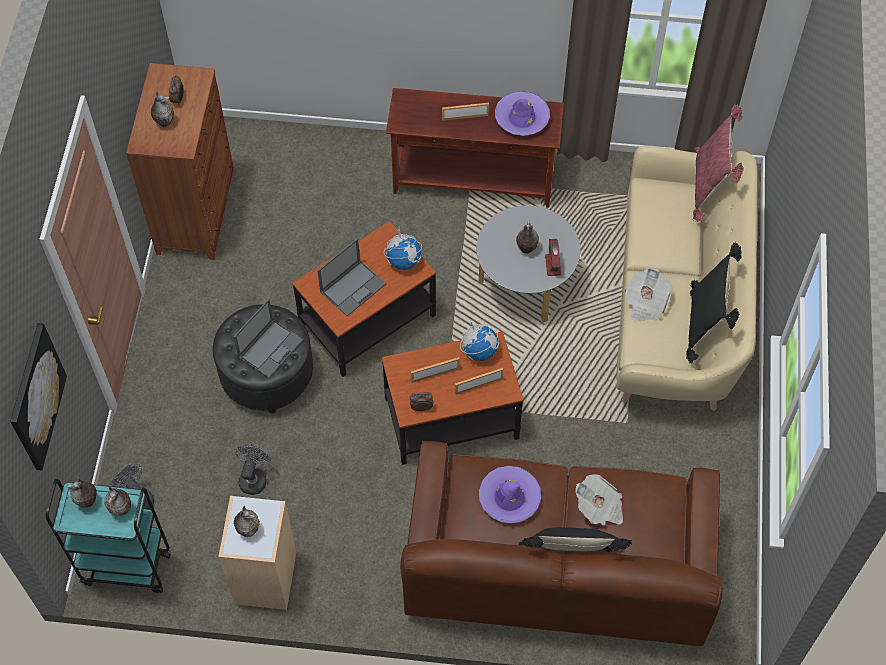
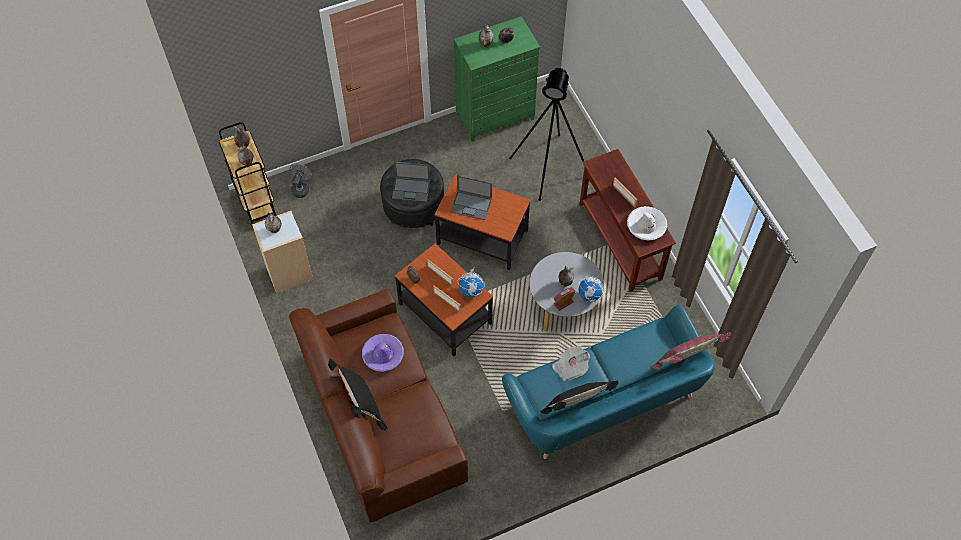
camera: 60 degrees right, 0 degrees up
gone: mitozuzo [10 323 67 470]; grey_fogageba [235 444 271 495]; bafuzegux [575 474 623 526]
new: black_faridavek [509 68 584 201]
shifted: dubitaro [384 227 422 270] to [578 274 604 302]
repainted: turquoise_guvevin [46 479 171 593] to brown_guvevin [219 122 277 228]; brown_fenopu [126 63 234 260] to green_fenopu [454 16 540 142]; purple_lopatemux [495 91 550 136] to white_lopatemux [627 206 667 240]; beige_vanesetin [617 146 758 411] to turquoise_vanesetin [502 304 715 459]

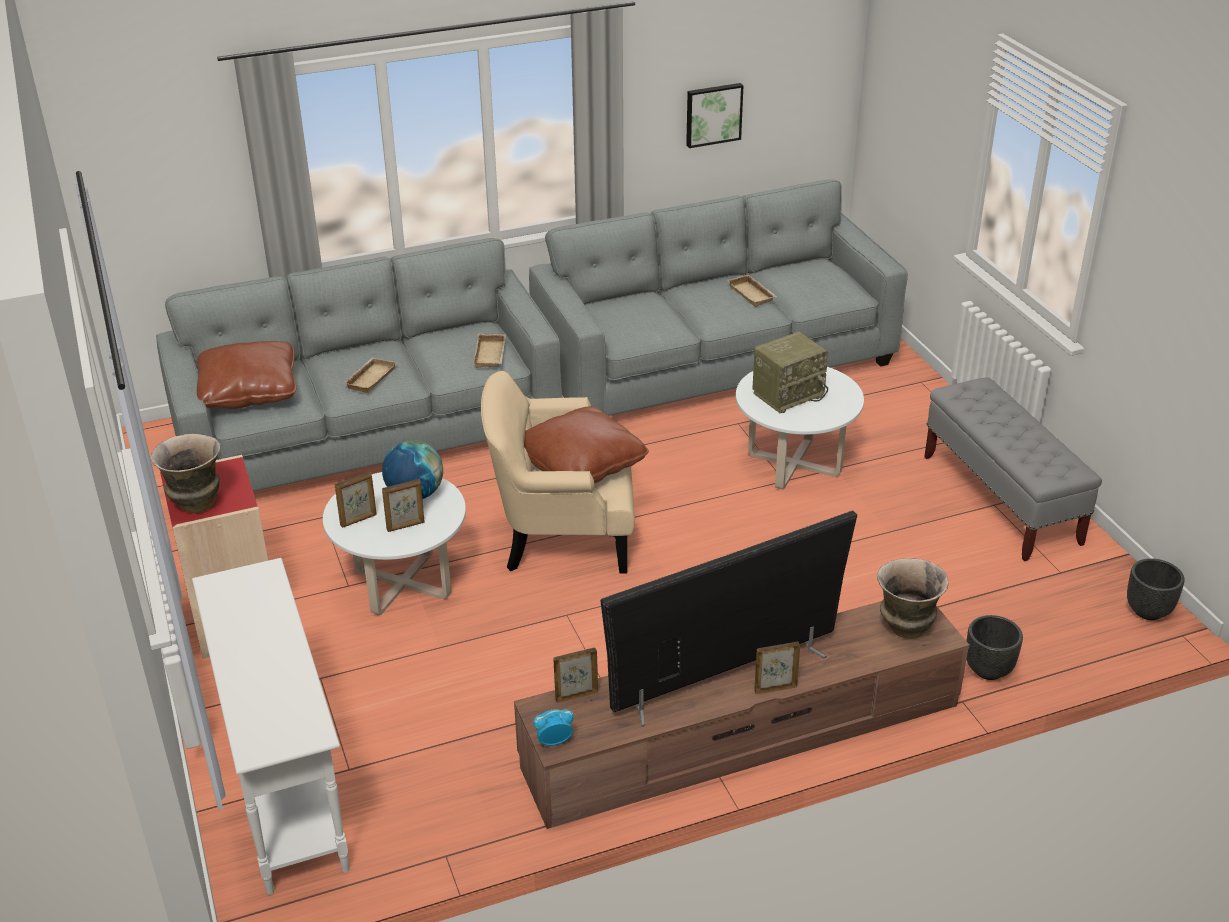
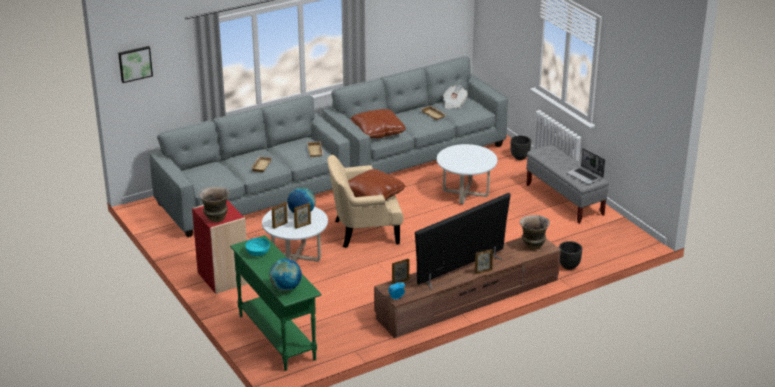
camera: 10 degrees left, 5 degrees down
gone: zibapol [752 332 828 413]
new: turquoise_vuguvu [245 238 270 256]; dubitaro [269 259 302 291]; bafuzegux [443 85 468 109]; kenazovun [567 148 605 184]
shifted: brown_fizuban [197 341 296 409] to [351 109 406 138]; mitozuzo [686 83 744 148] to [118 46 153 83]; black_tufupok [1127 558 1185 620] to [511 136 531 160]
repainted: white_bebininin [192 558 349 895] to green_bebininin [230 235 322 371]

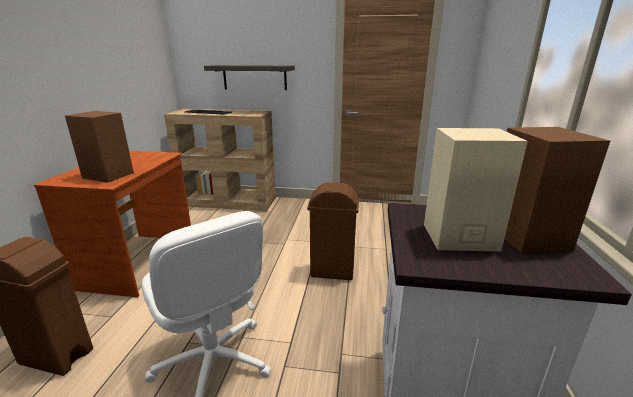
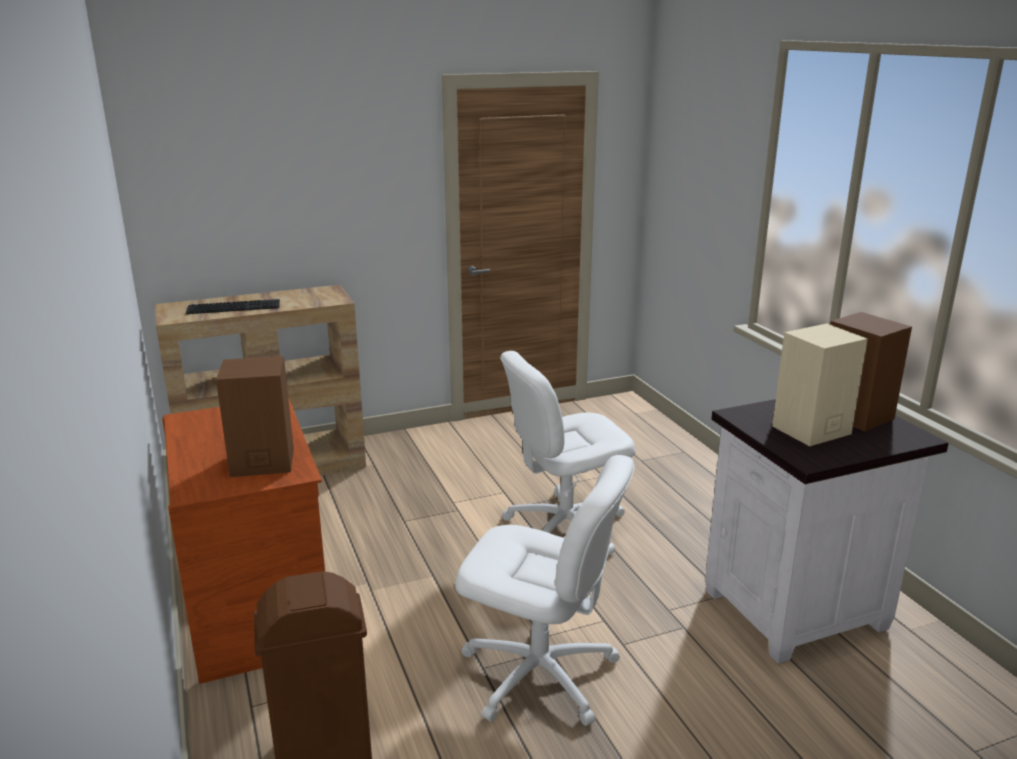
camera: 30 degrees left, 0 degrees up
gone: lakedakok [204 65 295 90]
swapped: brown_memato [307 182 359 280] to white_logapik [500 351 635 555]

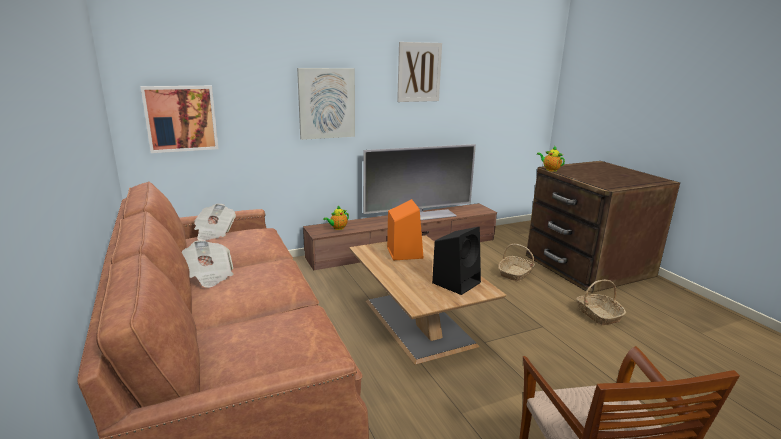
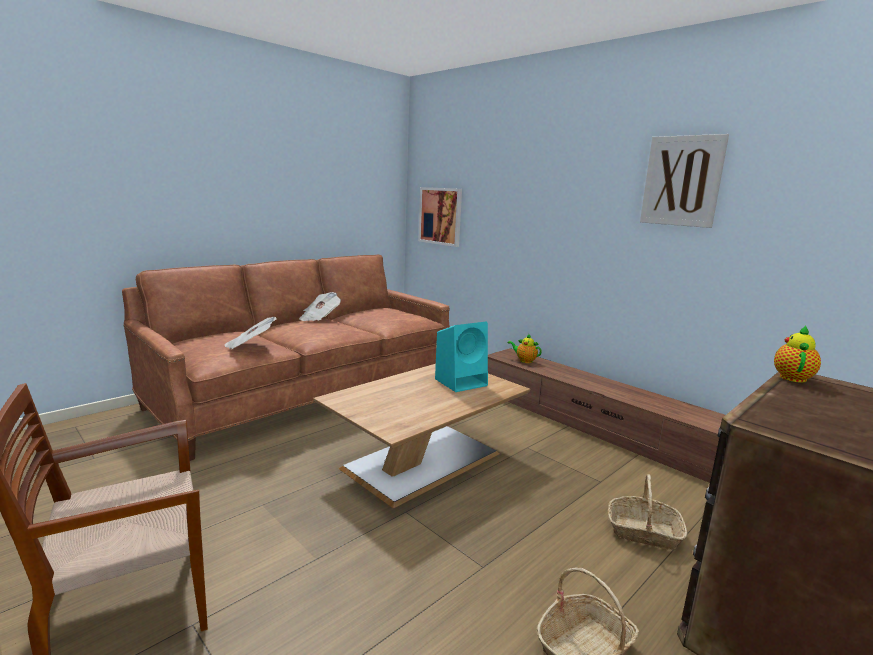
camera: 70 degrees right, 5 degrees down
gone: mitozuzo [297 68 355 140]; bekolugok [363 144 476 220]; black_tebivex [432 227 481 295]
shifted: bafuzegux [194 204 236 241] to [225 317 277 350]
repainted: orange_tebivex [387 199 424 261] to turquoise_tebivex [435 322 488 392]

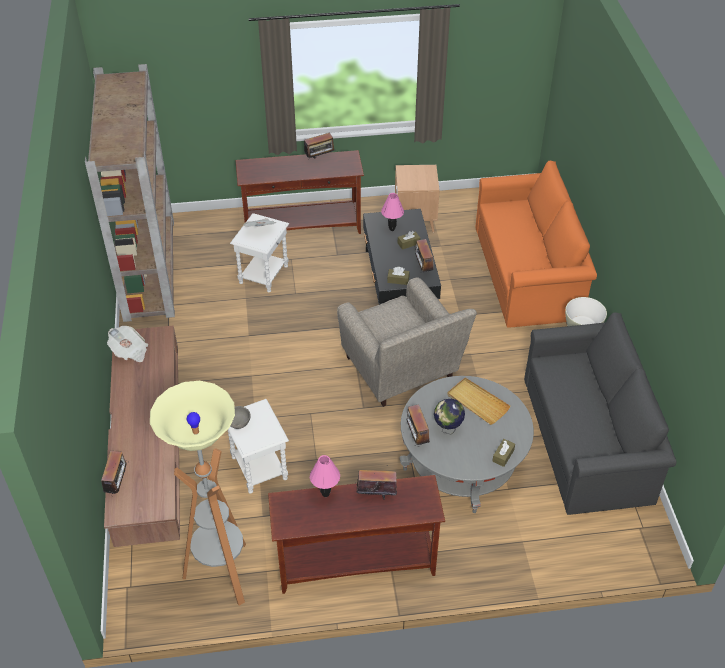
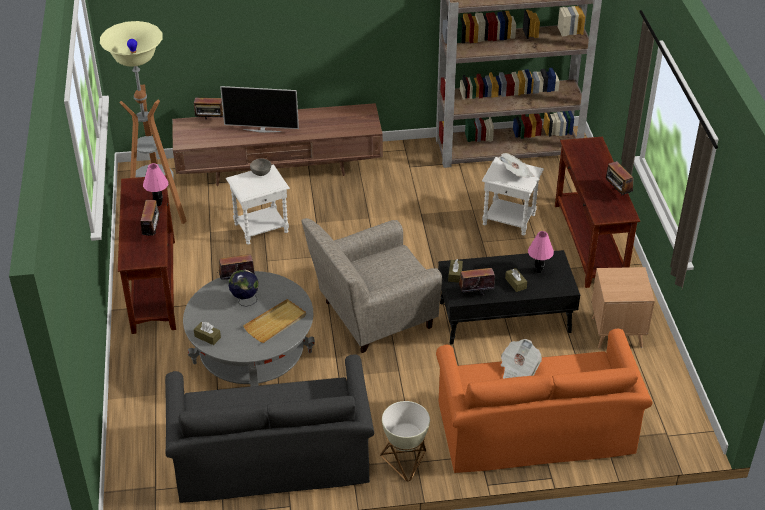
camera: 90 degrees right, 5 degrees down
new: bekolugok [220 86 299 133]
shifted: bafuzegux [107 326 148 362] to [501 339 542 379]

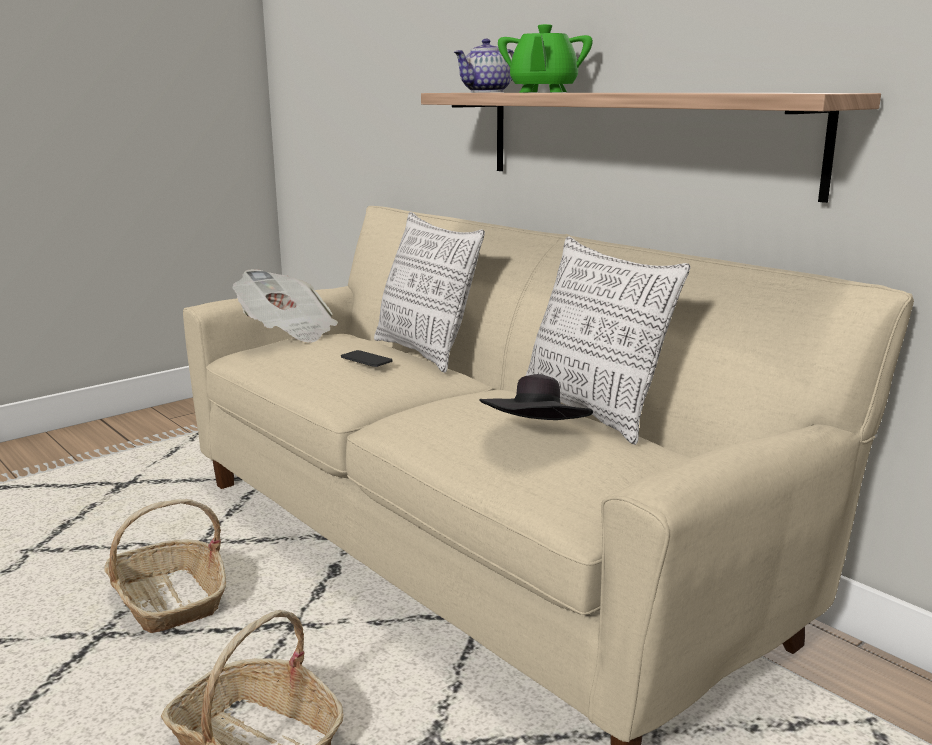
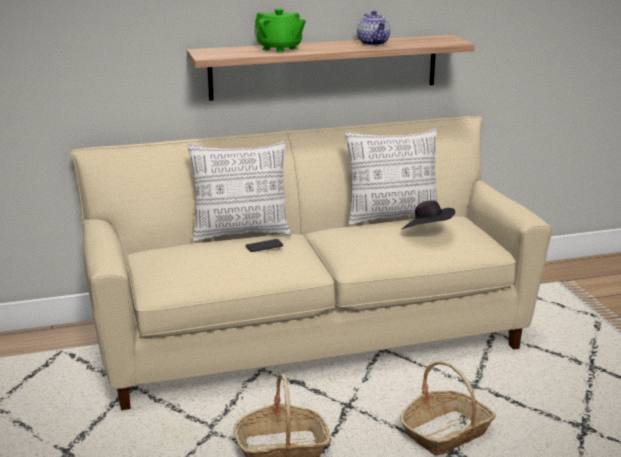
camera: 65 degrees left, 5 degrees up
gone: bafuzegux [233 269 338 343]
shifted: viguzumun [454 39 514 92] to [357 11 390 46]

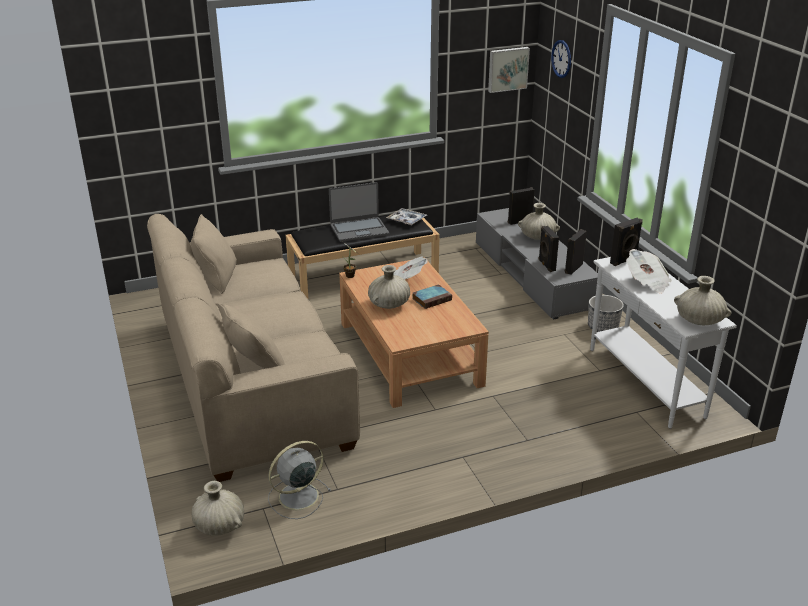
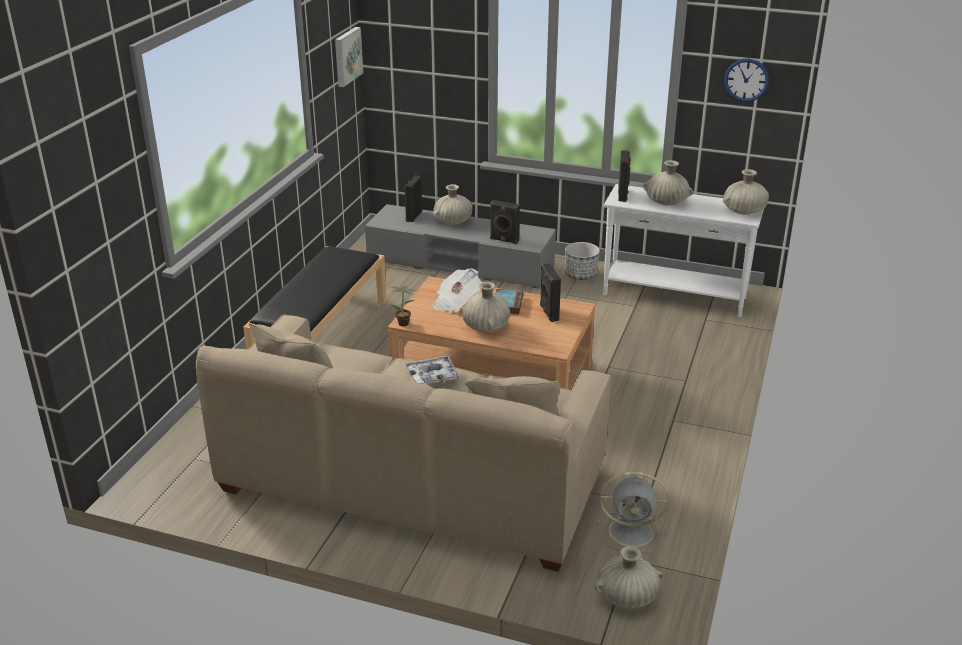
camera: 50 degrees left, 0 degrees up
gone: kenazovun [329 182 389 242]
shifted: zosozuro [386 208 427 225] to [405 356 460 384]; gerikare [551 40 571 78] to [724 59 769 102]; black_tebivex [565 229 587 275] to [540 264 561 322]
swapped: bafuzegux [626 249 672 294] to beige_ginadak [643 160 693 206]
rotated: grey_fogageba [268 441 331 519] = [597 471 668 554] 90 degrees counterclockwise

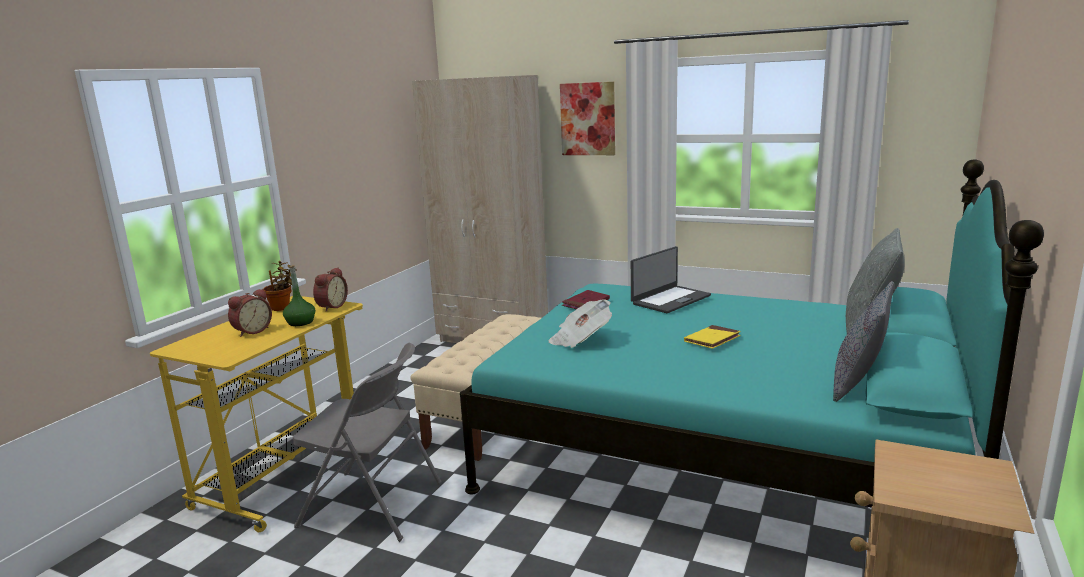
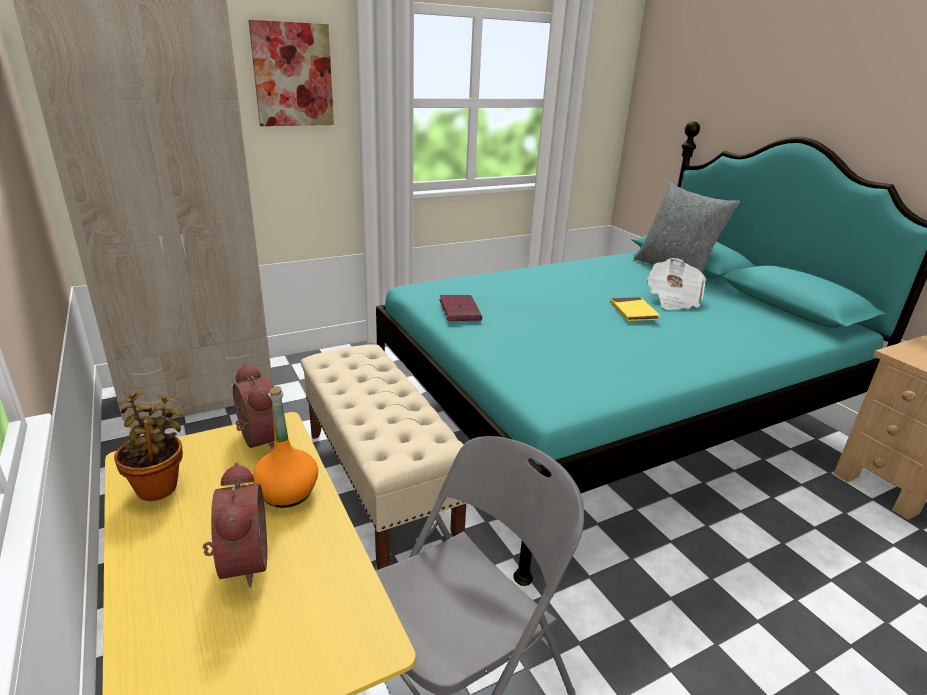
camera: 55 degrees left, 10 degrees up
gone: kenazovun [631 246 711 313]; grey_fizuban [833 281 894 402]
shifted: bafuzegux [549 300 612 348] to [647 258 706 310]
repainted: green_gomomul [283 265 315 326] to orange_gomomul [252 386 318 508]

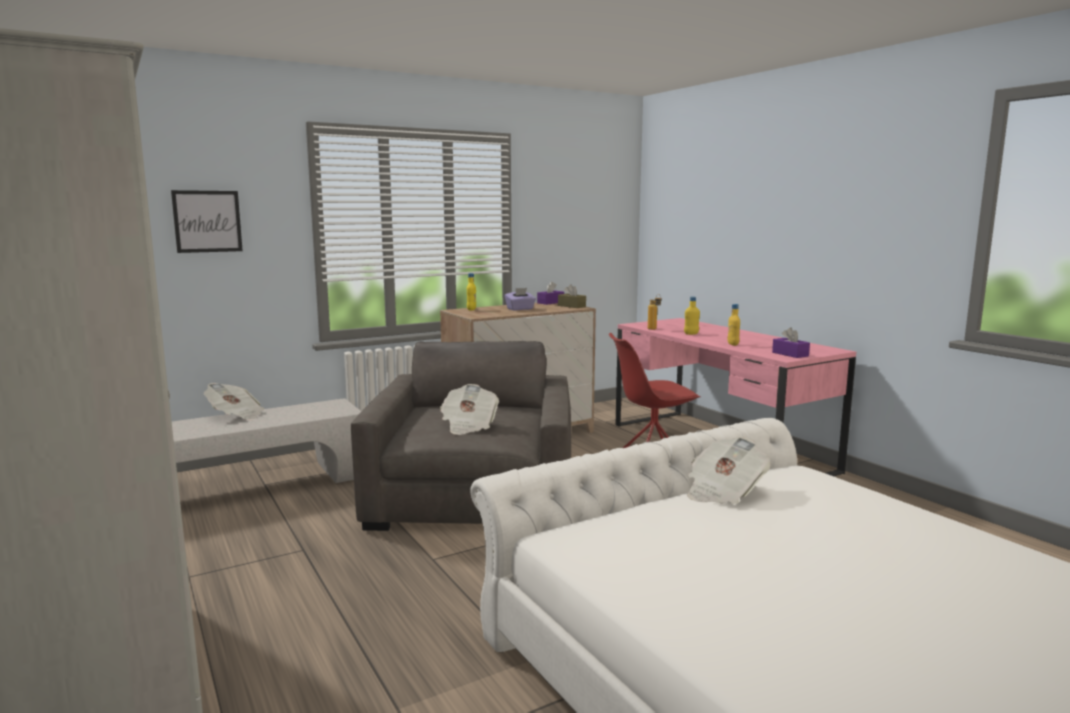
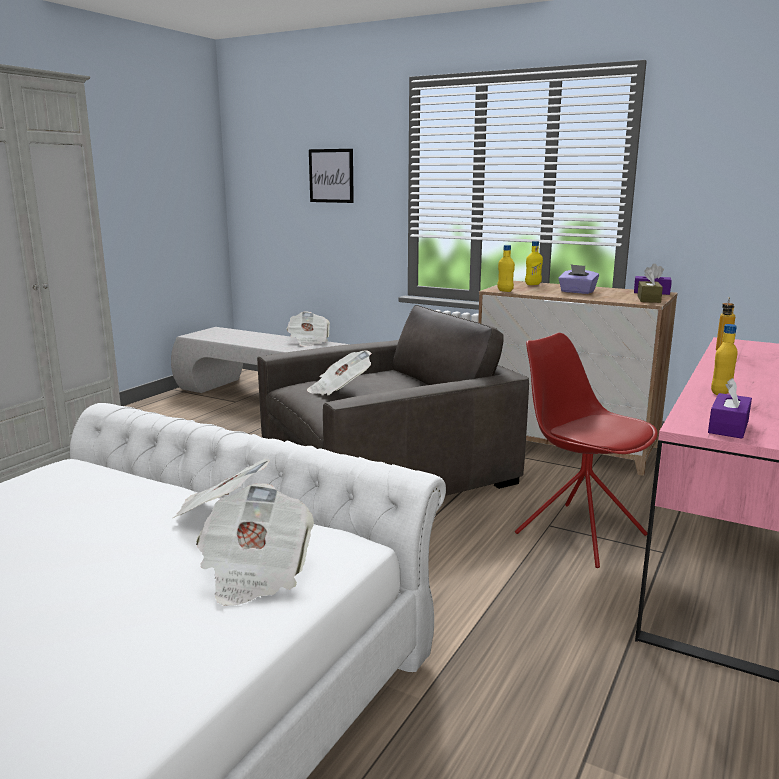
camera: 60 degrees right, 5 degrees up
new: bafuzegux [196 483 314 606]
shifted: yellow_gomomul [684 297 700 335] to [497 245 515 292]

